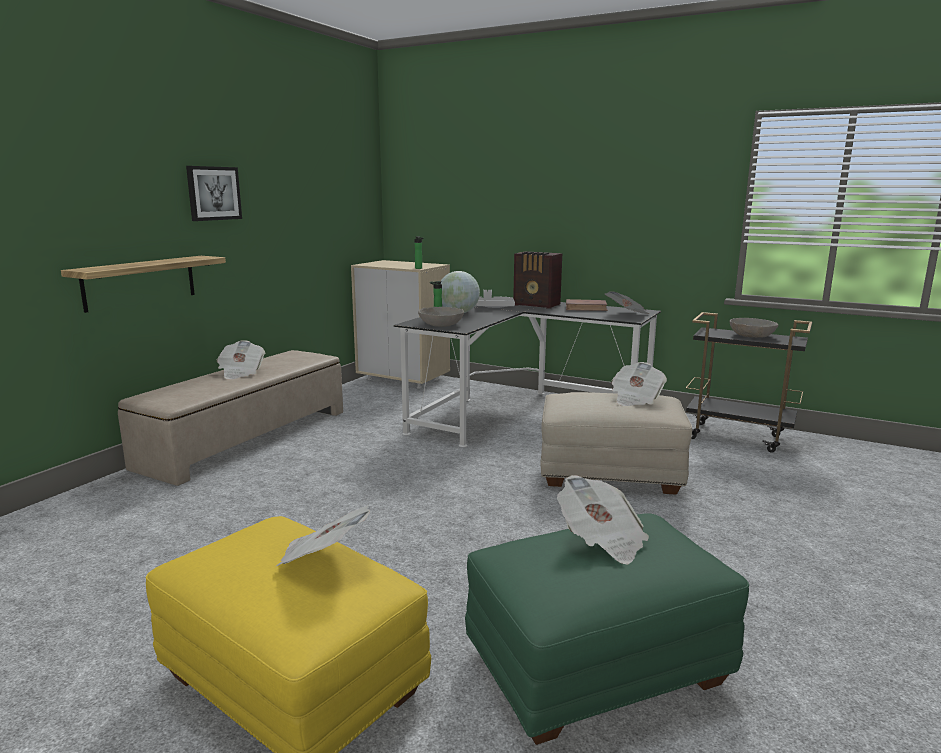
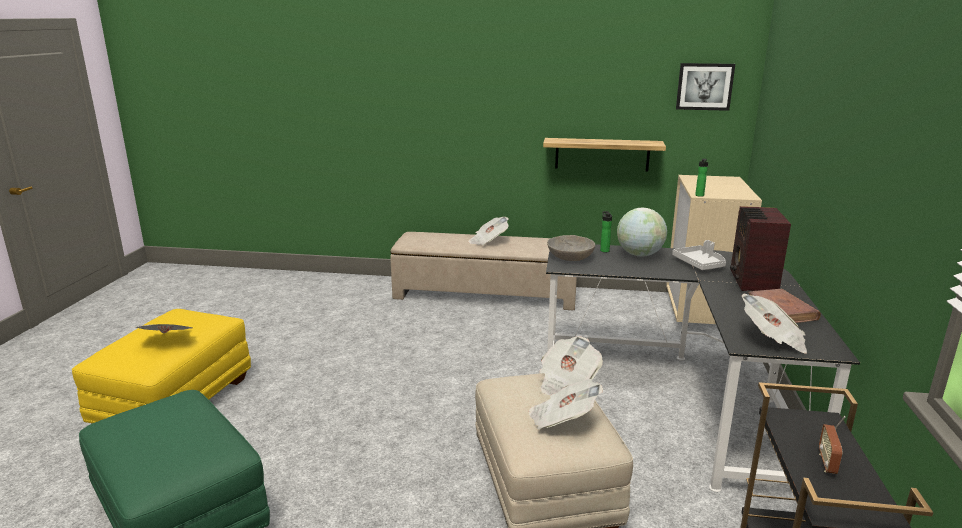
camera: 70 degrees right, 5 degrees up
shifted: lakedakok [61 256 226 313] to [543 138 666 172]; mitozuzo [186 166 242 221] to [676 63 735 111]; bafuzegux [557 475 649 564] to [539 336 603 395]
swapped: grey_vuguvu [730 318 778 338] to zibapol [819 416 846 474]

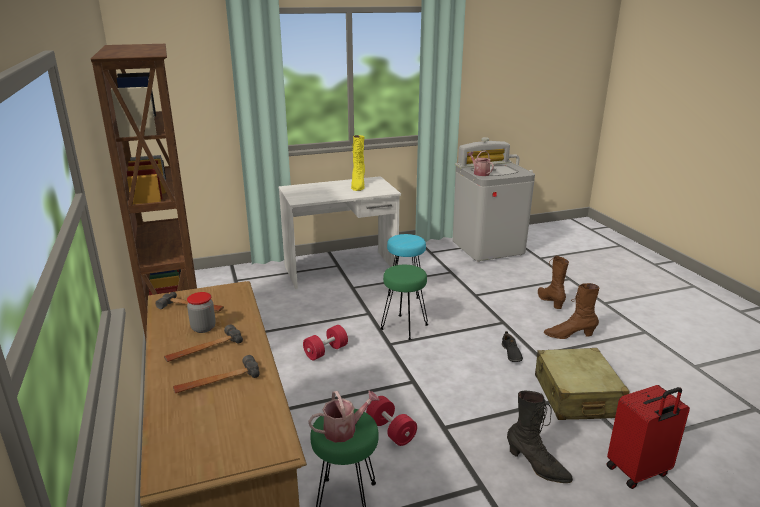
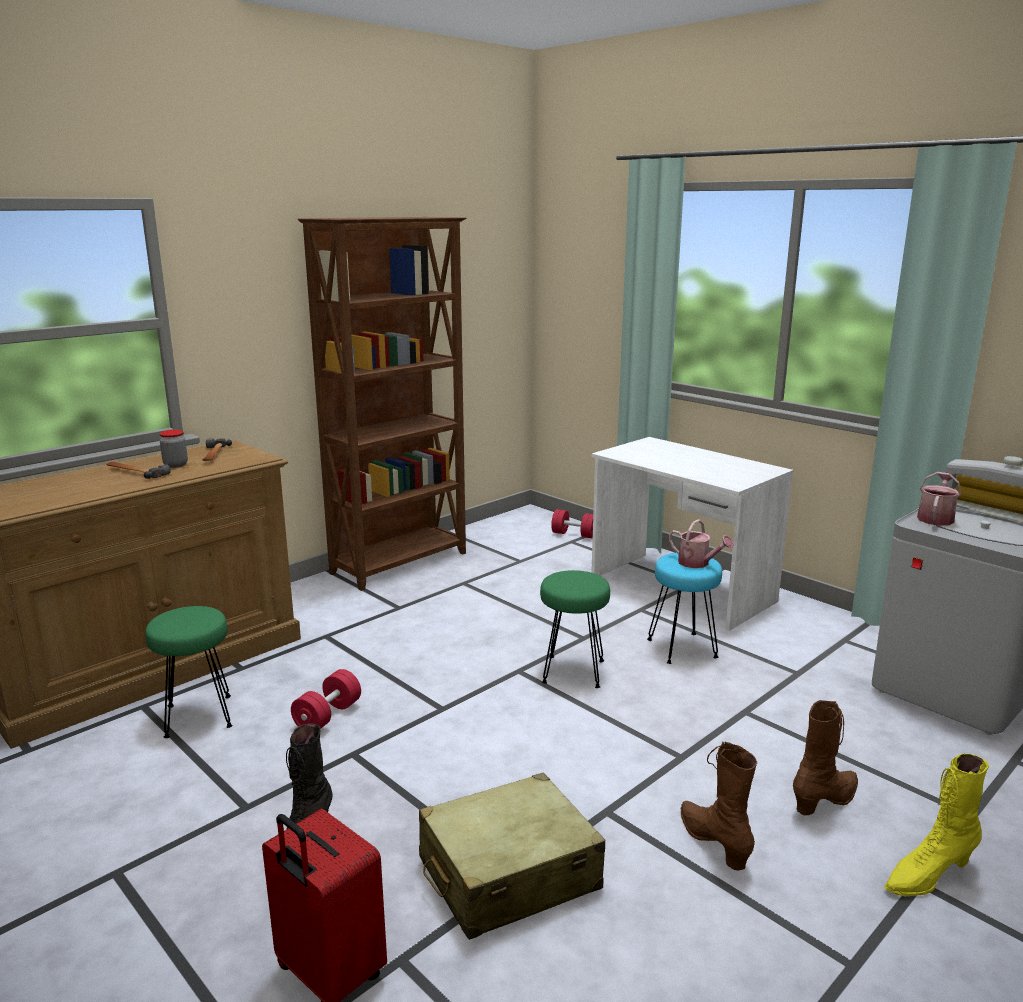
camera: 65 degrees right, 5 degrees down
gone: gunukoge [173 355 260 393]; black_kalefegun [502 331 523 362]
shifted: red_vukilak [303 325 348 360] to [551 509 593 538]; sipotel [309 390 379 443] to [669 519 734 568]; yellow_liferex [351 135 365 191] to [884 754 989 897]

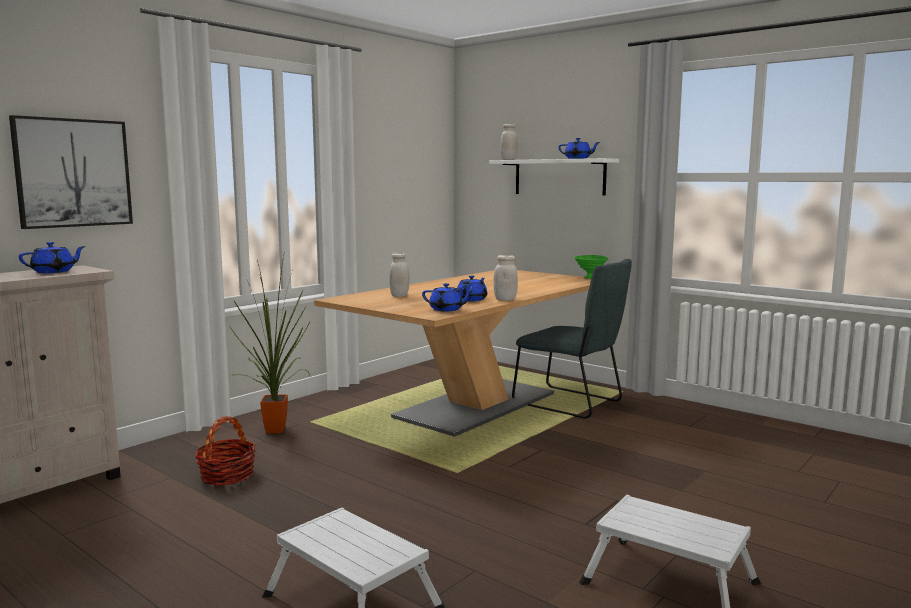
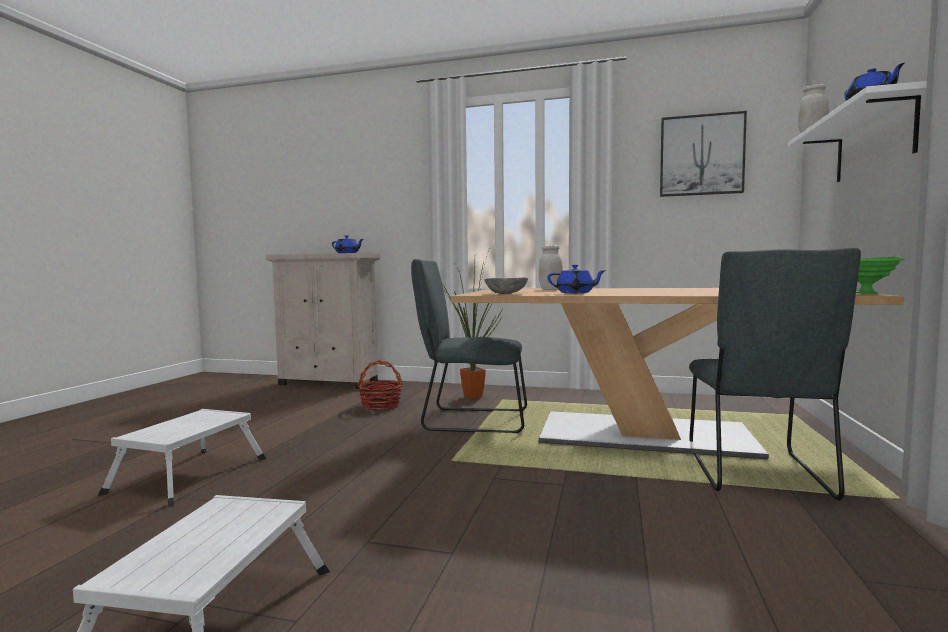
camera: 65 degrees right, 5 degrees down
gone: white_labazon [494 255 518 301]
new: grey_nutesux [411 259 527 433]
shifted: mitozuzo [9 115 133 229] to [660 111 747 197]
swapped: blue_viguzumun [422 283 474 311] to grey_vuguvu [484 277 528 294]

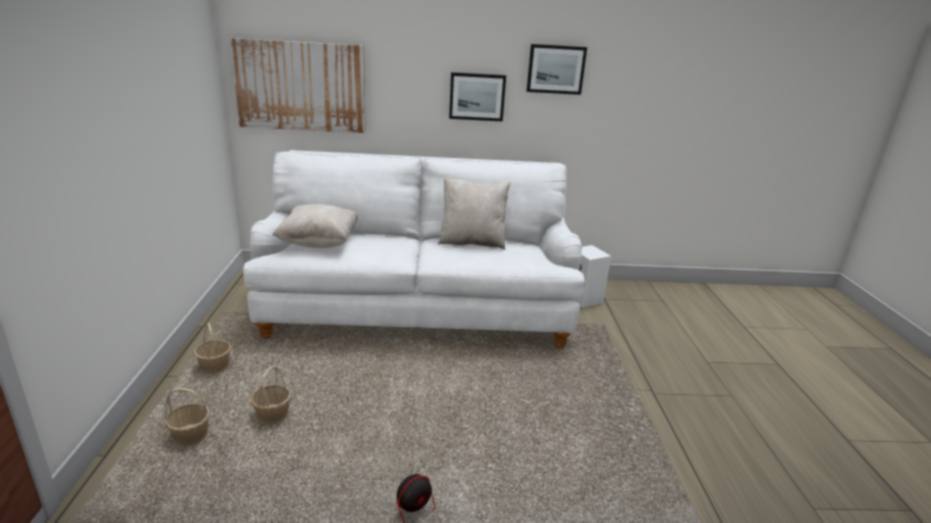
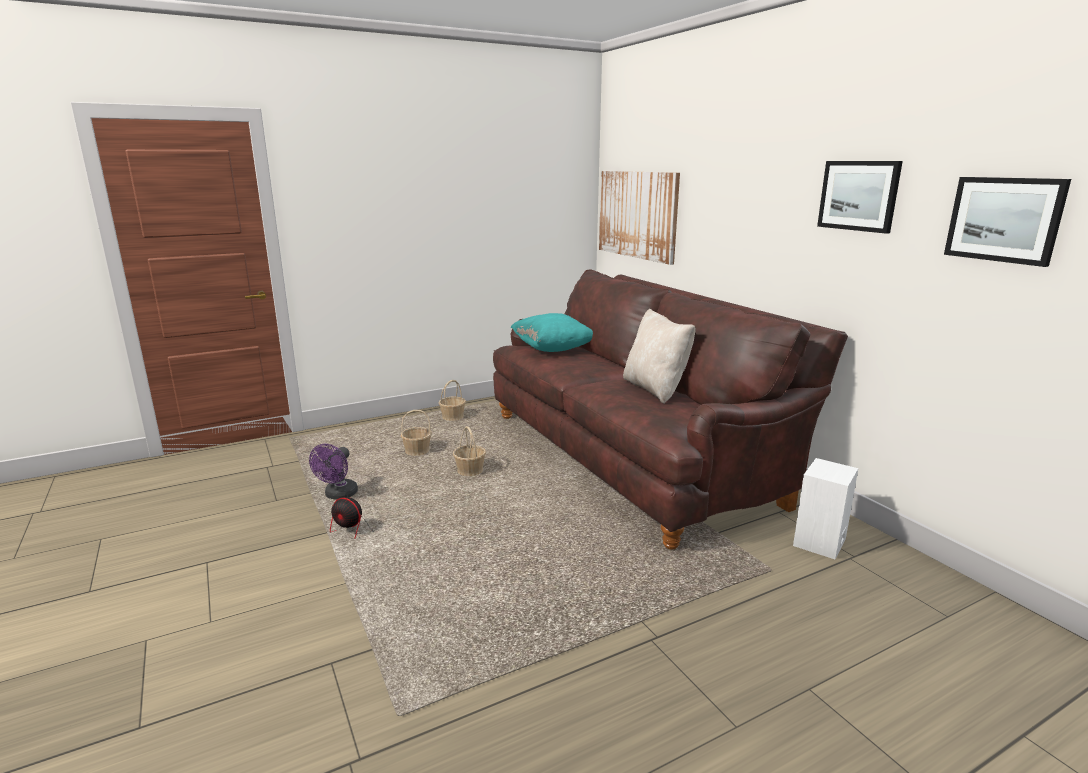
camera: 65 degrees right, 5 degrees down
new: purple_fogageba [309 444 358 500]
shifted: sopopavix [165 388 210 447] to [453 426 486 476]; mitozuzo [449 72 506 122] to [944 177 1071 267]
repainted: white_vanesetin [243 150 585 348] to brown_vanesetin [493 270 848 550]; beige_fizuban [272 204 358 248] to turquoise_fizuban [511 313 593 352]

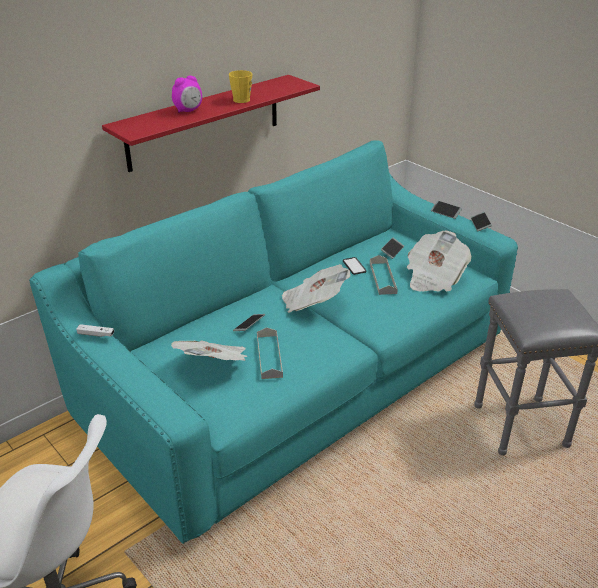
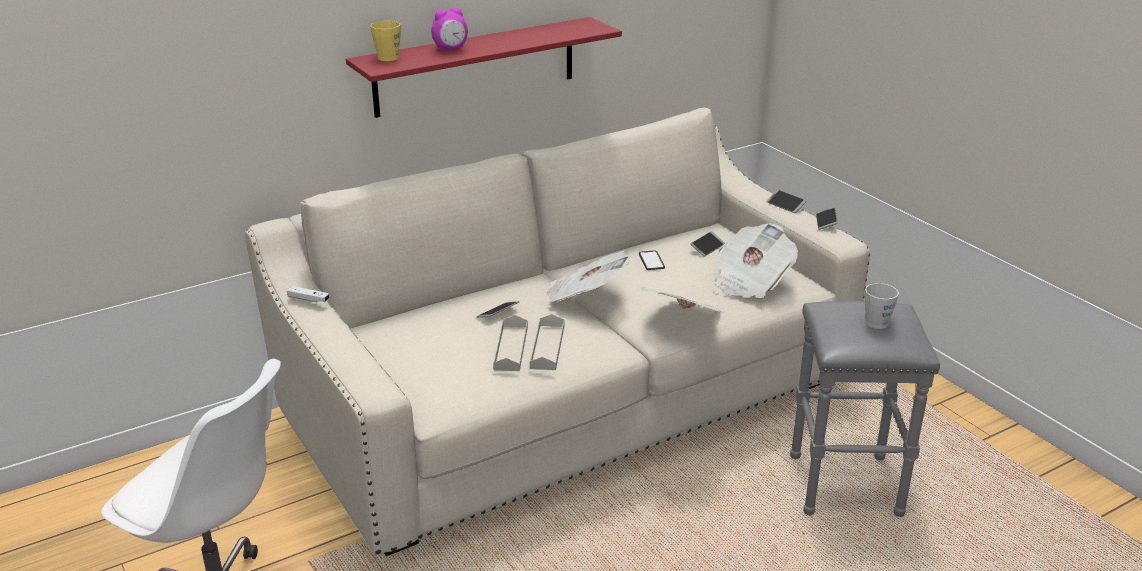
camera: 10 degrees right, 5 degrees down
new: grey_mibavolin [865 283 899 329]
shifted: bafuzegux [171 340 247 361] to [641 287 726 314]; yellow_mibavolin [229 70 252 103] to [370 21 401 61]; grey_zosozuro [370 255 398 295] to [530 314 564 370]
repainted: turquoise_vanesetin [29 140 518 544] to beige_vanesetin [245 107 870 556]

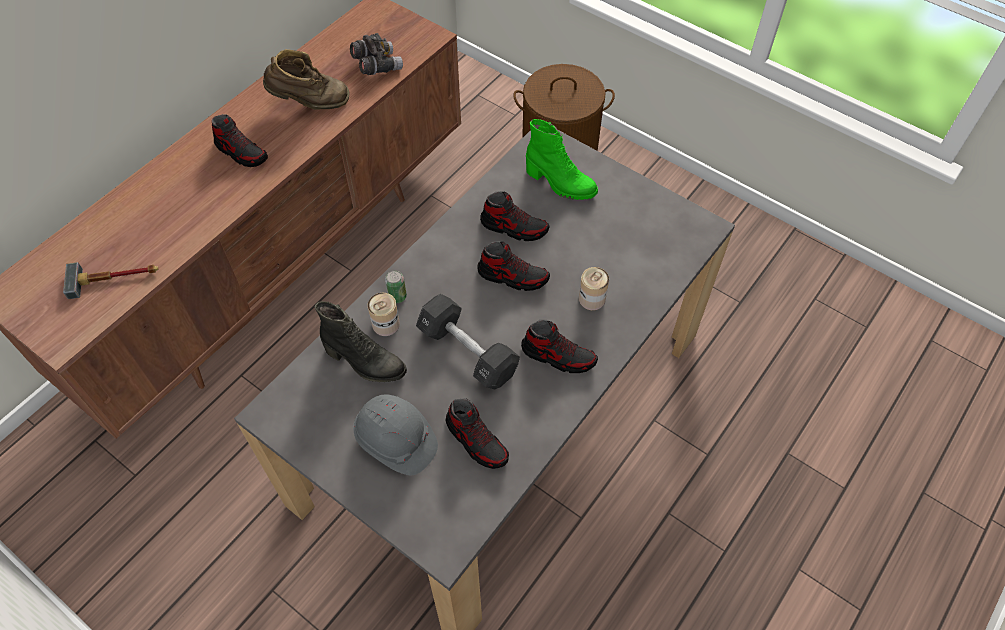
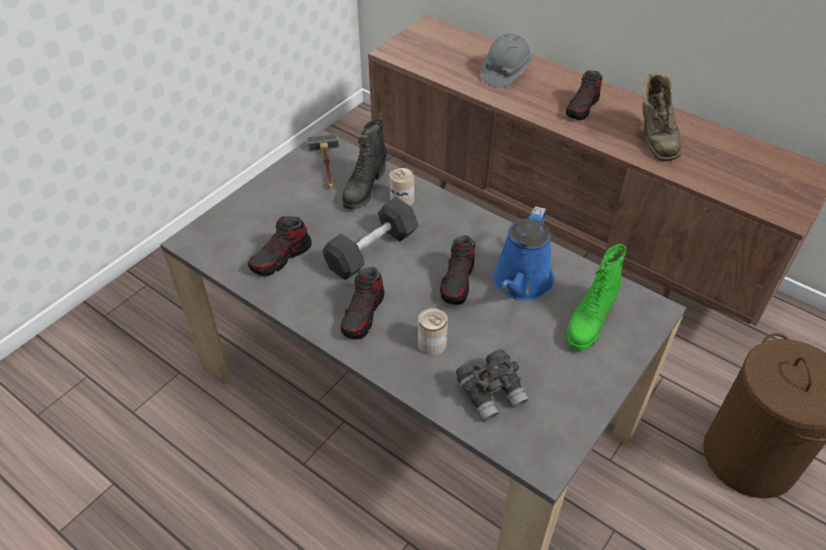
camera: 90 degrees right, 10 degrees down
gone: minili [385 270 407 303]
shifted: gunukoge [63 262 158 299] to [307 134 339 188]; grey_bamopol [350 33 403 75] to [456 349 529 421]; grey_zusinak [353 395 438 475] to [481 33 532 88]
swapped: kalefegun [480 191 549 241] to blue_sipotel [493 206 554 301]

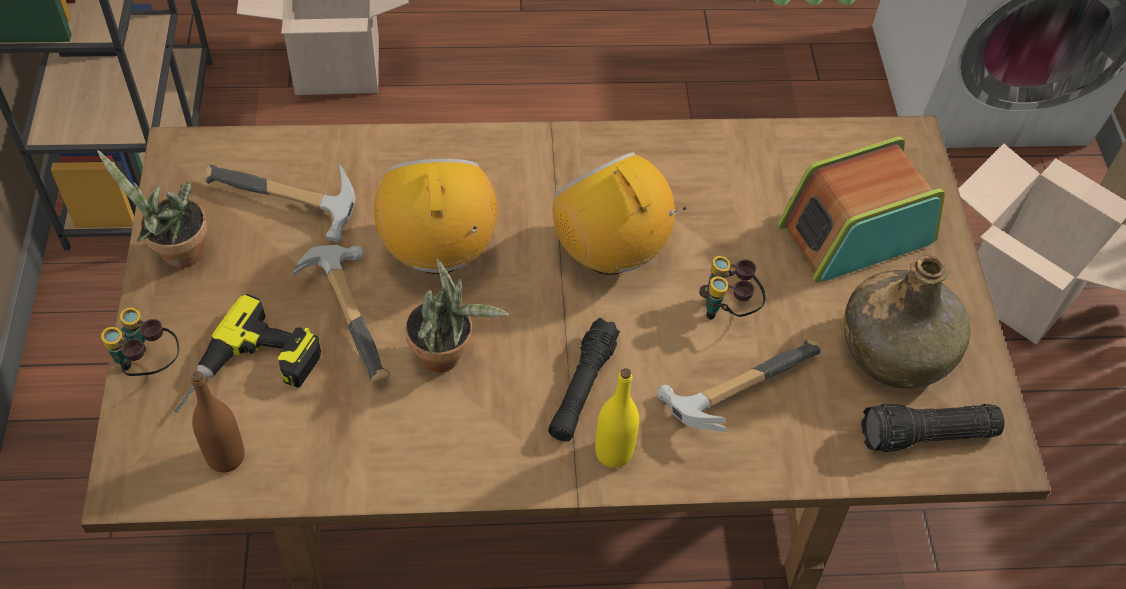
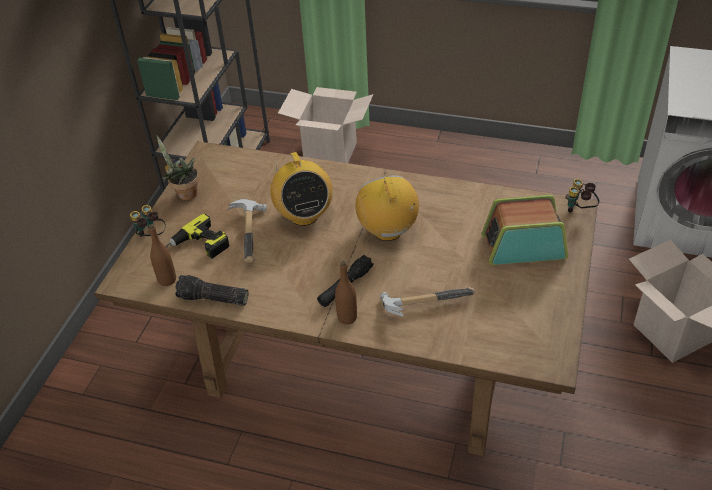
camera: 25 degrees right, 10 degrees down
gone: gunukoge [204 164 355 242]; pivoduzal [405 258 509 373]; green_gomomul [844 254 971 389]
shifted: bamopol [699 256 766 320] to [566 179 600 213]; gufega [861 404 1005 452] to [175 275 249 306]
repainted: yellow_gomomul [595 368 639 468] to brown_gomomul [335 261 357 325]
rotated: zibapol [374 159 498 274] = [270 152 332 226] 150 degrees clockwise

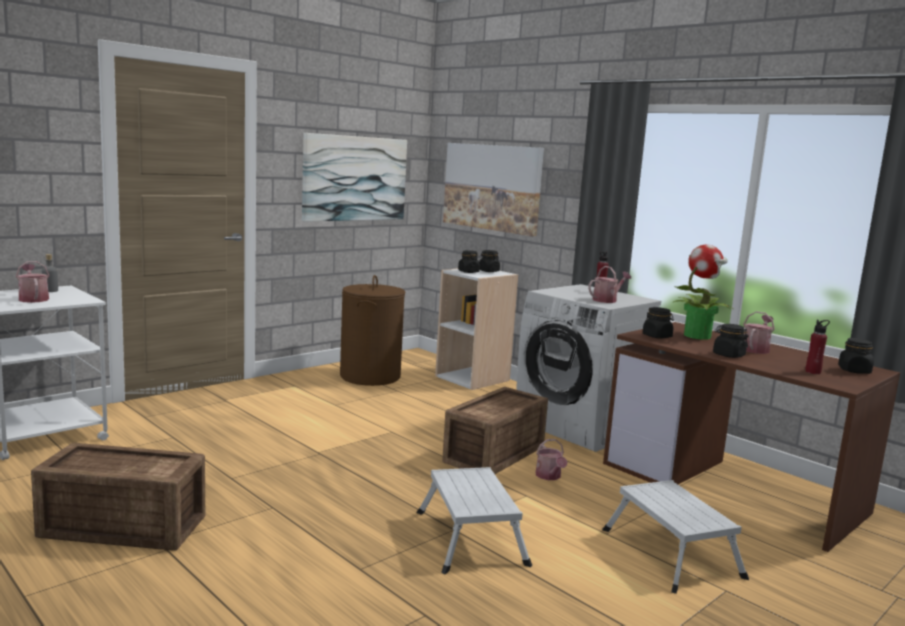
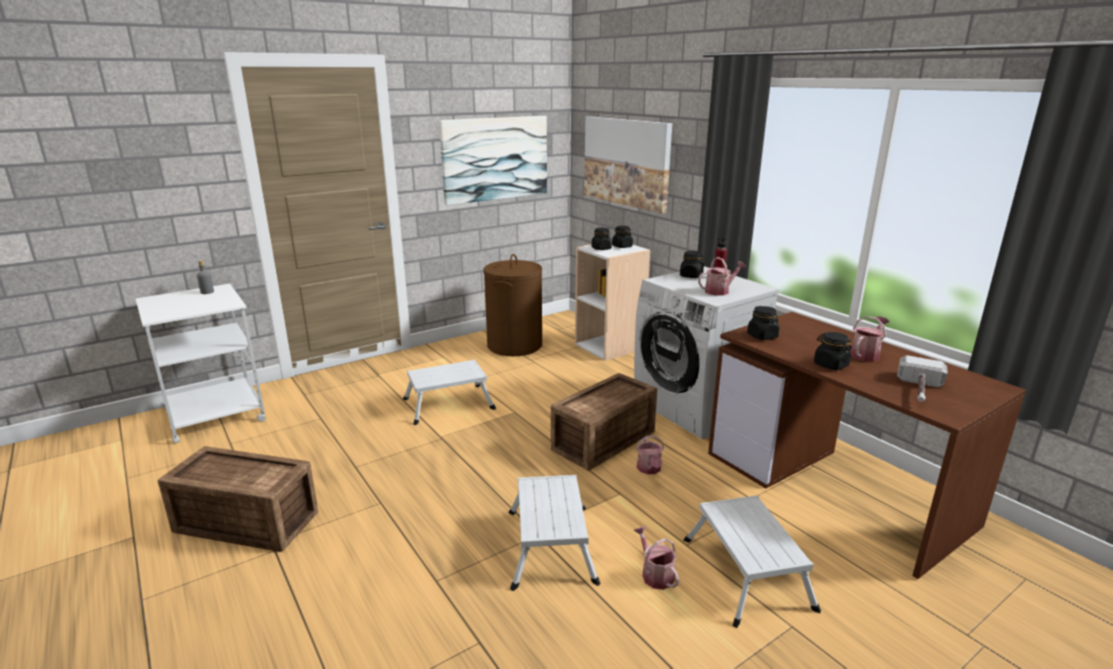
camera: 10 degrees right, 10 degrees up
gone: pivoduzal [672 245 733 340]
new: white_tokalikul [403 359 496 425]
shifted: sipotel [16 261 50 303] to [634 526 679 590]; black_labazon [838 338 874 374] to [680 251 704 278]
swapped: red_gomomul [805 320 830 374] to gunukoge [897 355 948 402]

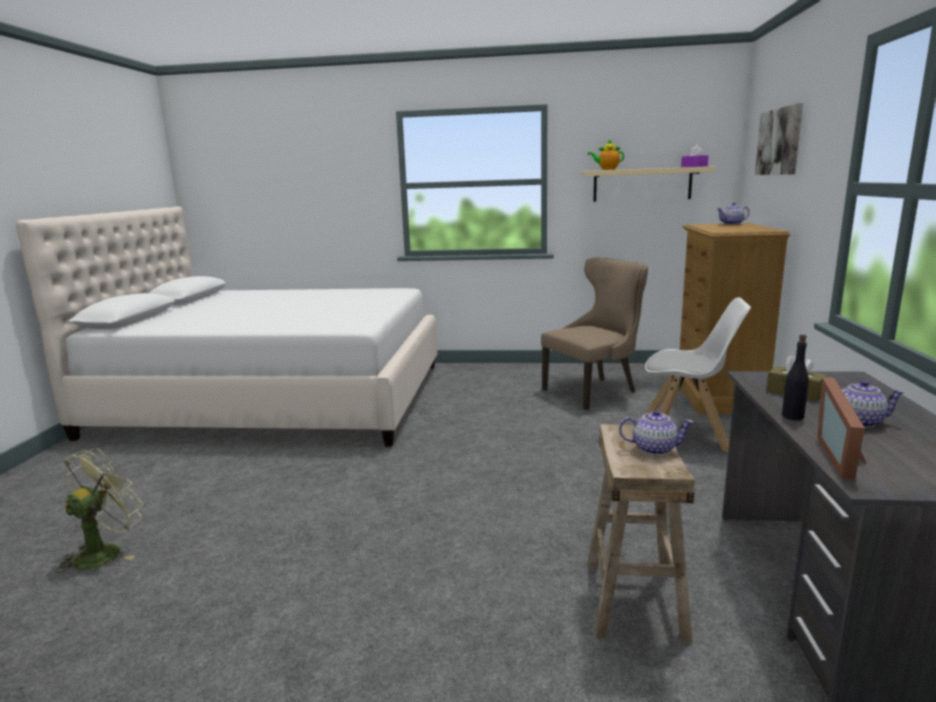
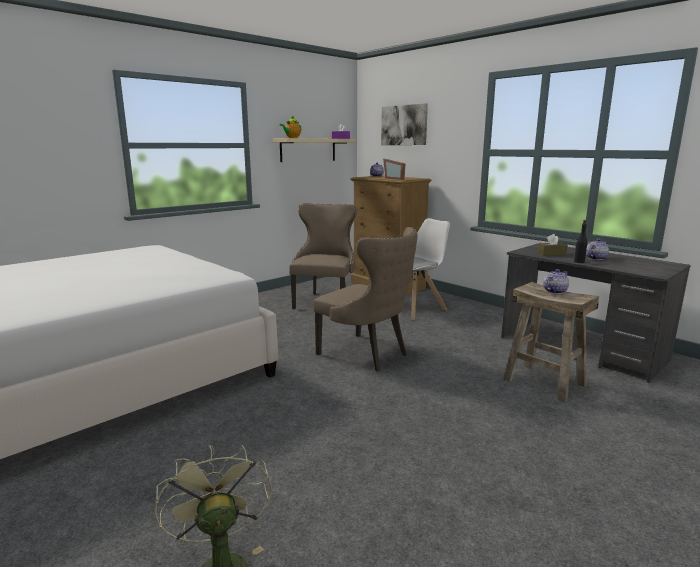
camera: 50 degrees left, 0 degrees up
new: beige_nutesux [313 227 417 372]
shifted: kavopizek [817 377 866 479] to [383 159 405 180]

